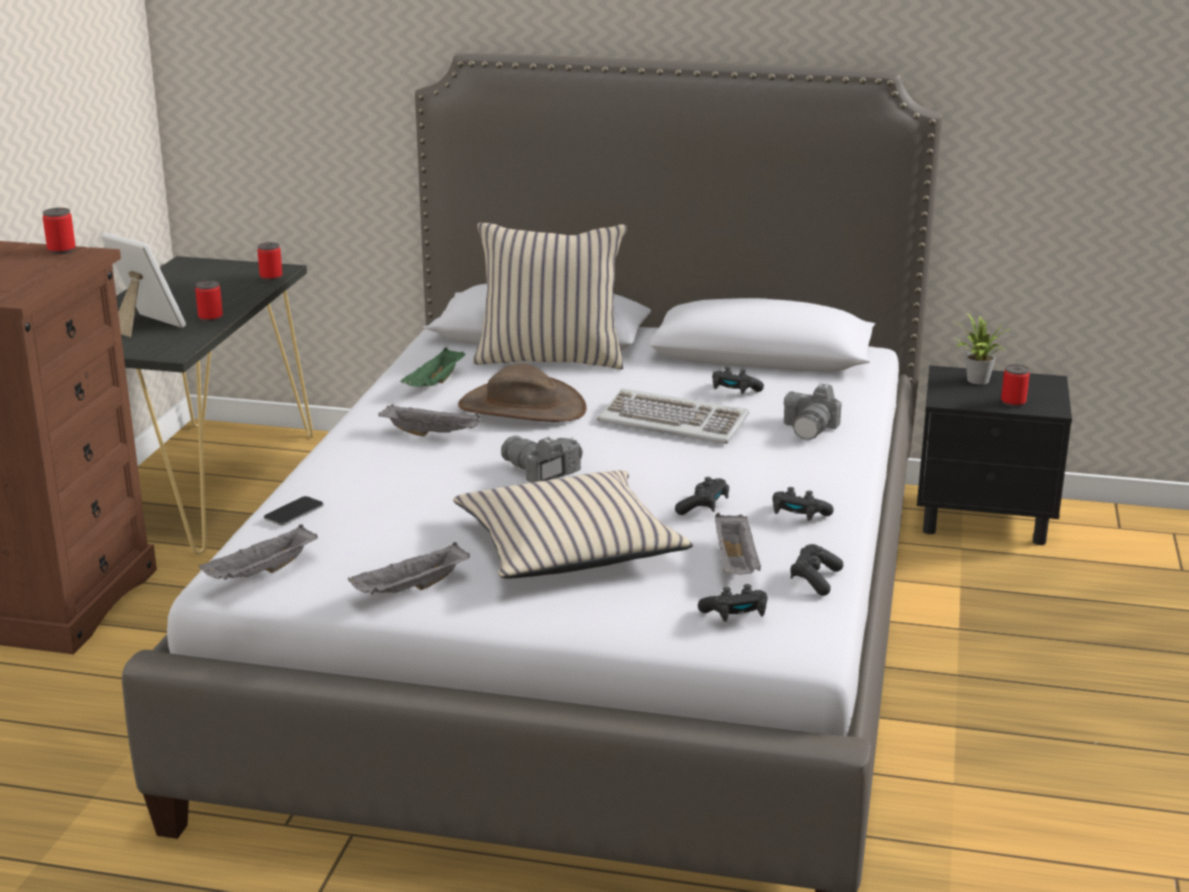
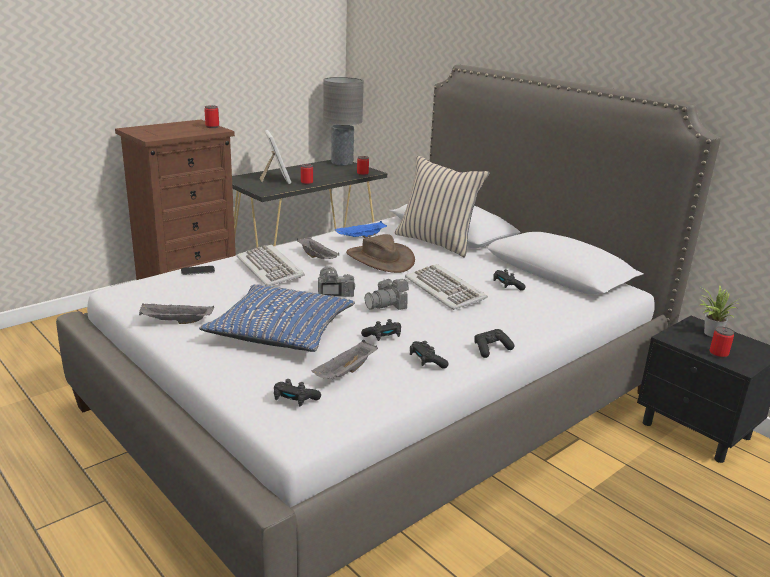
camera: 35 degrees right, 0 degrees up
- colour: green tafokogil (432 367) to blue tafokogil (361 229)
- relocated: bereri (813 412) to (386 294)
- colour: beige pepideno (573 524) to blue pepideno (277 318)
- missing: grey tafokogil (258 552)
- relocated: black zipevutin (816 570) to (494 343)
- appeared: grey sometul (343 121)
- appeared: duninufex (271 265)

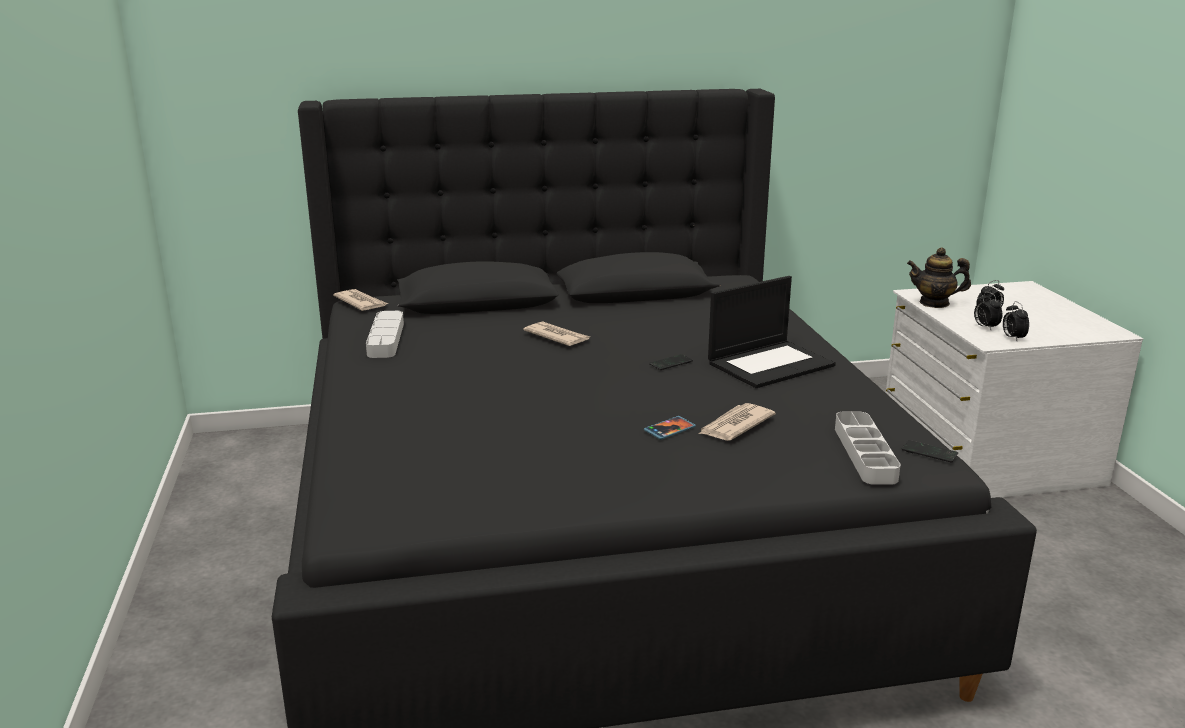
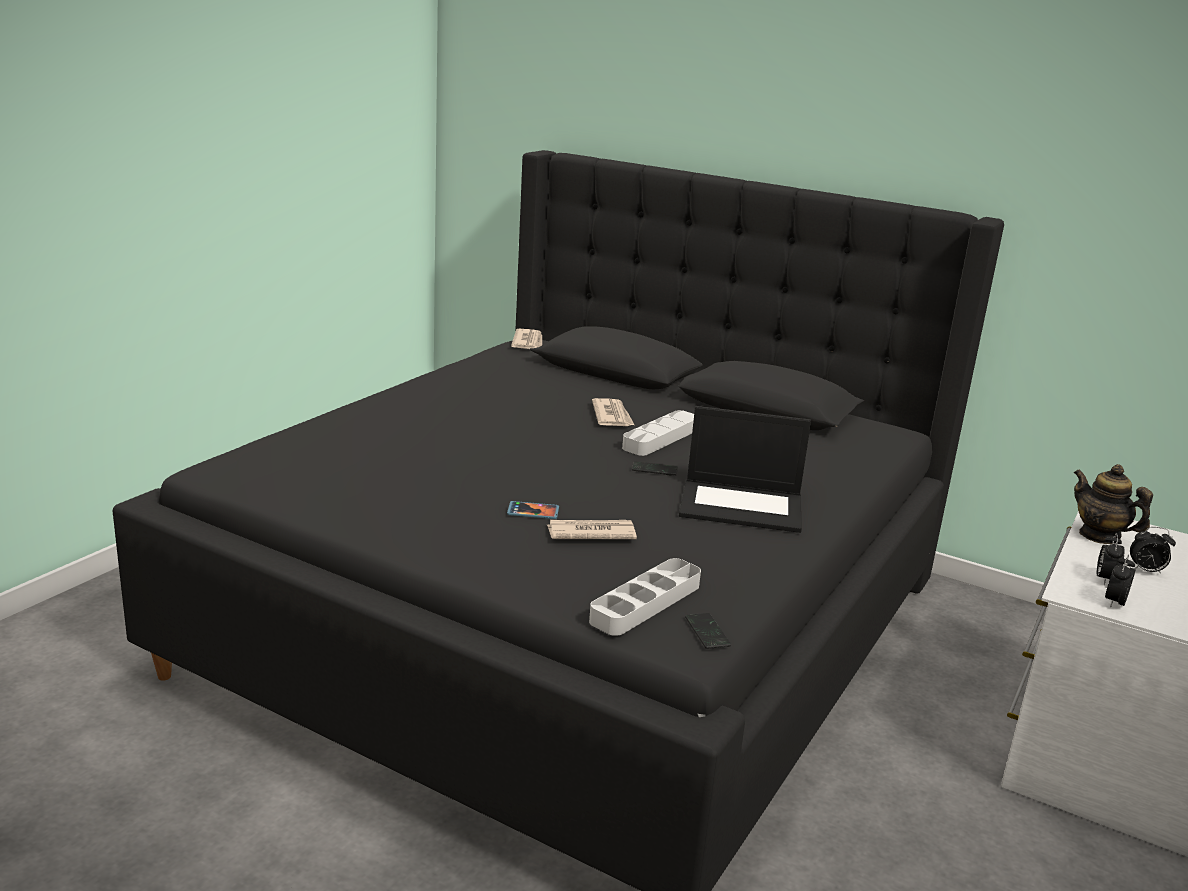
camera: 40 degrees right, 0 degrees up
- relocated: grey tafokogil (385 334) to (658 433)

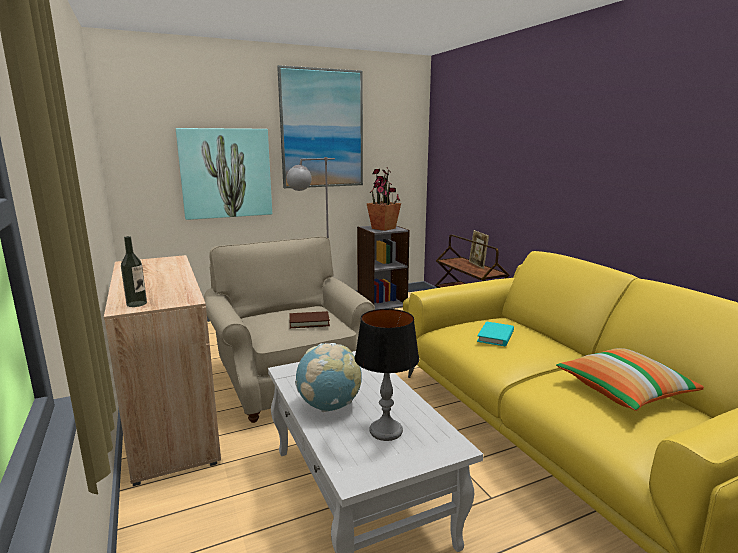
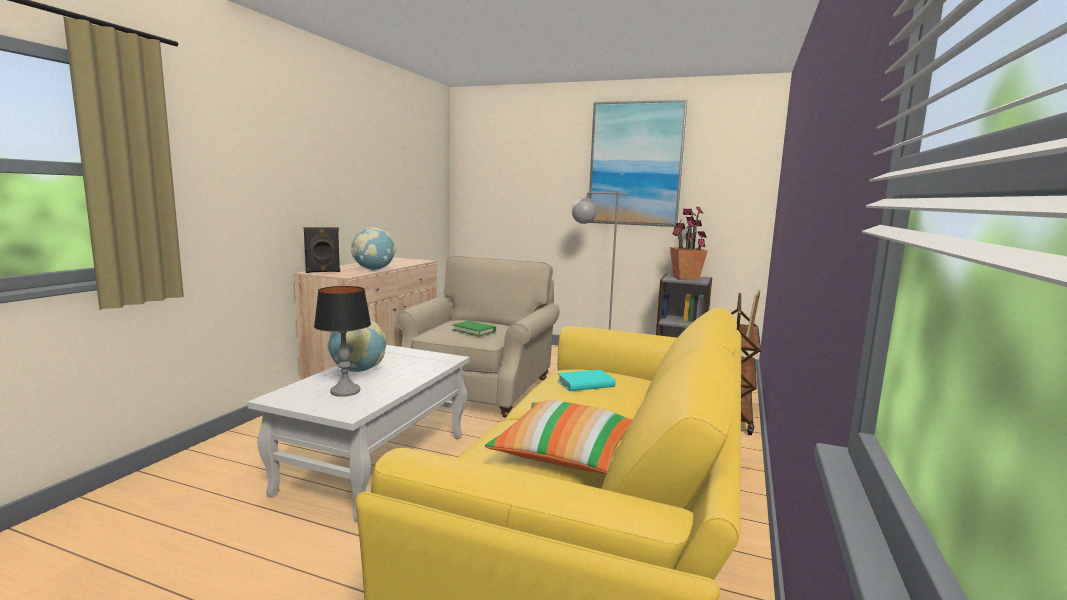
camera: 45 degrees right, 5 degrees down
- missing: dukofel (224 174)
- exchanged: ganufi (134 271) to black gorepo (321 250)
- colour: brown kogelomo (309 319) to green kogelomo (474 329)
- appeared: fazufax (373 248)

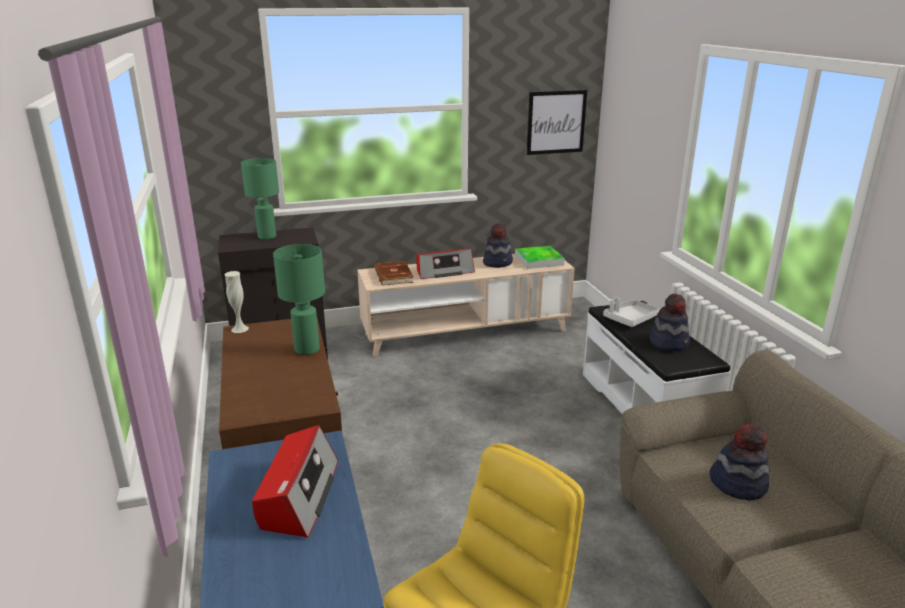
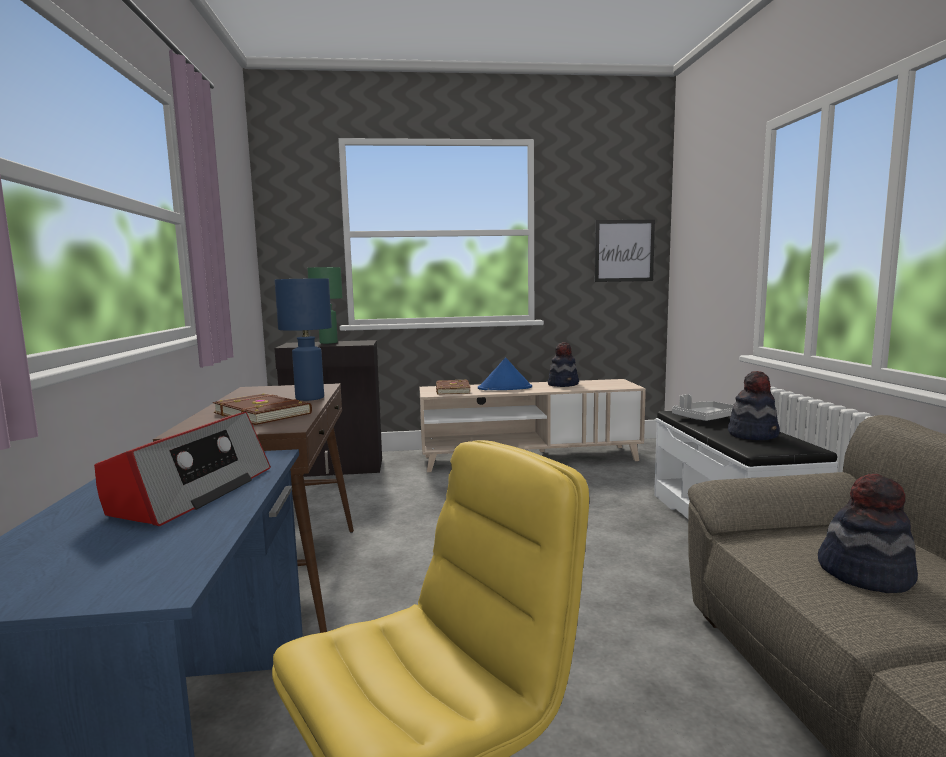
camera: 10 degrees right, 15 degrees down
- colour: green sometul (299 299) to blue sometul (303 339)
- missing: tafokogil (540 257)
- exchanged: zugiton (445 263) to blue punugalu (505 374)
- missing: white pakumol (236 302)
- appeared: brown kogelomo (262 409)

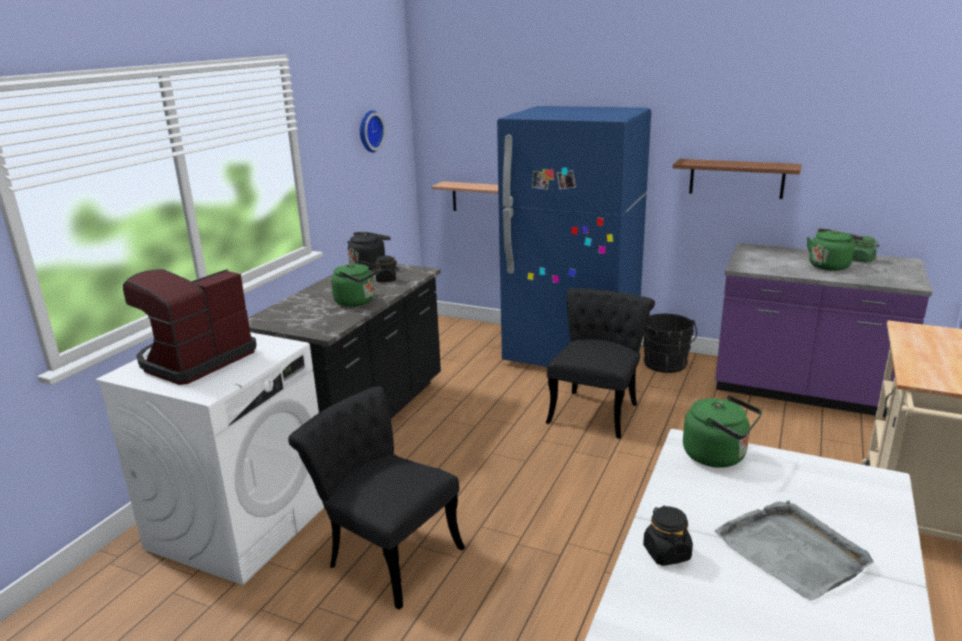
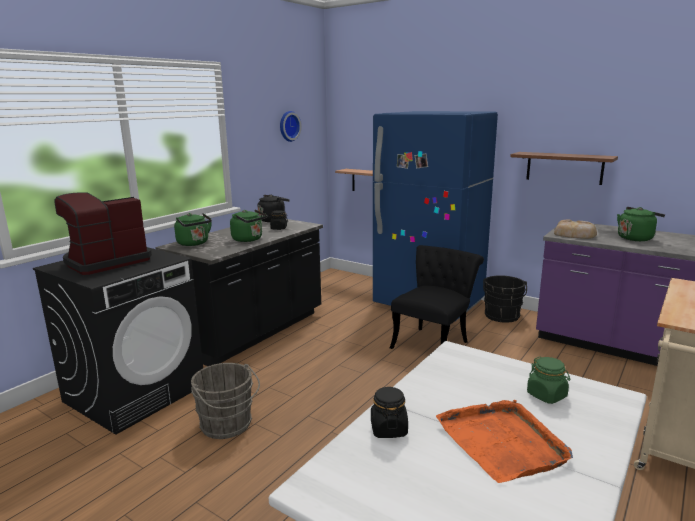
camera: 10 degrees right, 5 degrees down
- relocated: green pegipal (866 249) to (548 380)
- colour: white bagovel (209 458) to black bagovel (118 341)
- exchanged: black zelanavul (376 498) to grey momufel (225 401)
- relocated: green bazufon (722 431) to (193 229)
- colour: grey tafokogil (794 550) to orange tafokogil (504 441)
- appeared: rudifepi (575 229)

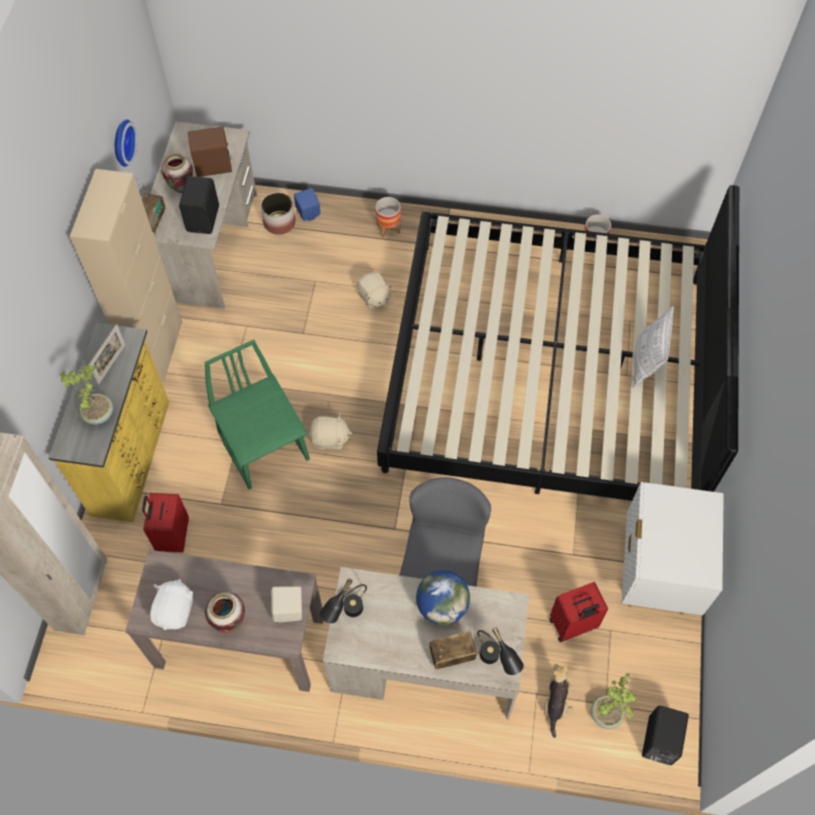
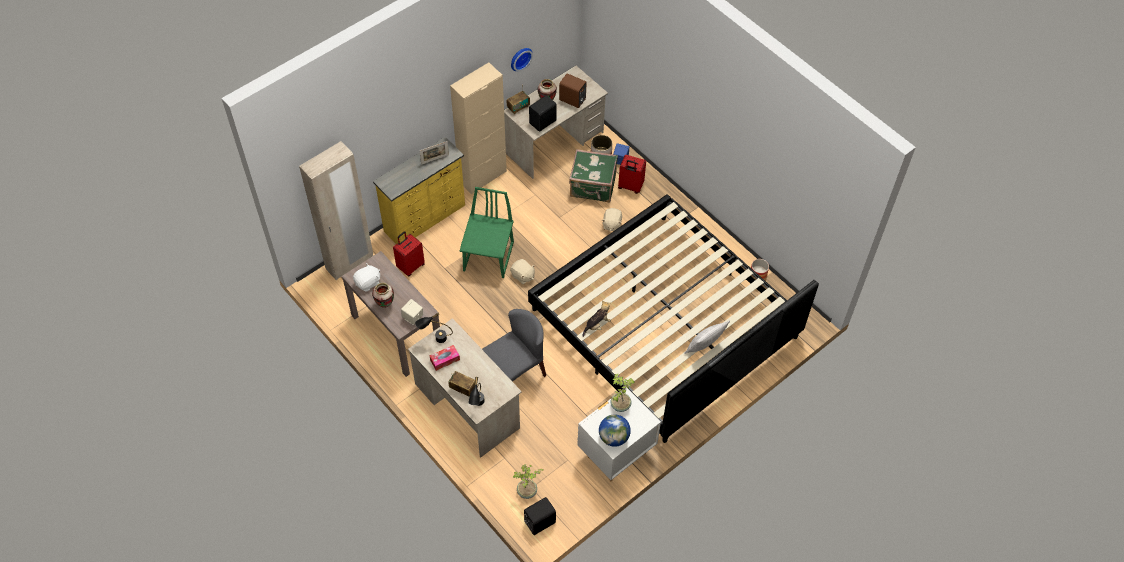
camera: 40 degrees right, 5 degrees down
- missing: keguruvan (388 217)
- relocated: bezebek (86 395) to (622 393)
- relocated: fazufax (443 597) to (615 430)
- relocated: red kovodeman (578 612) to (632 174)
- relocated: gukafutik (558 701) to (597 318)
- appeared: green kovodeman (593 175)
- appeared: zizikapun (444 358)

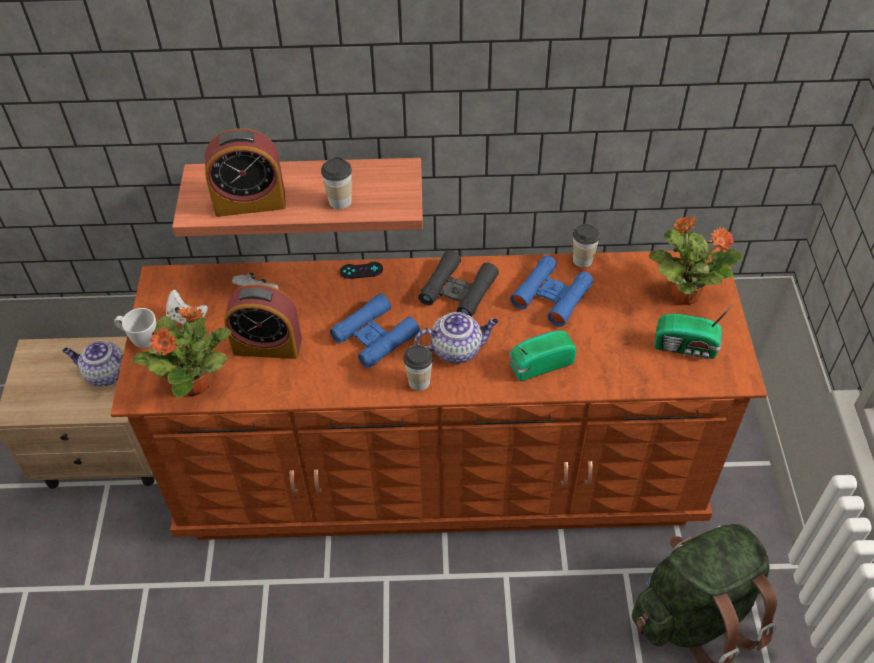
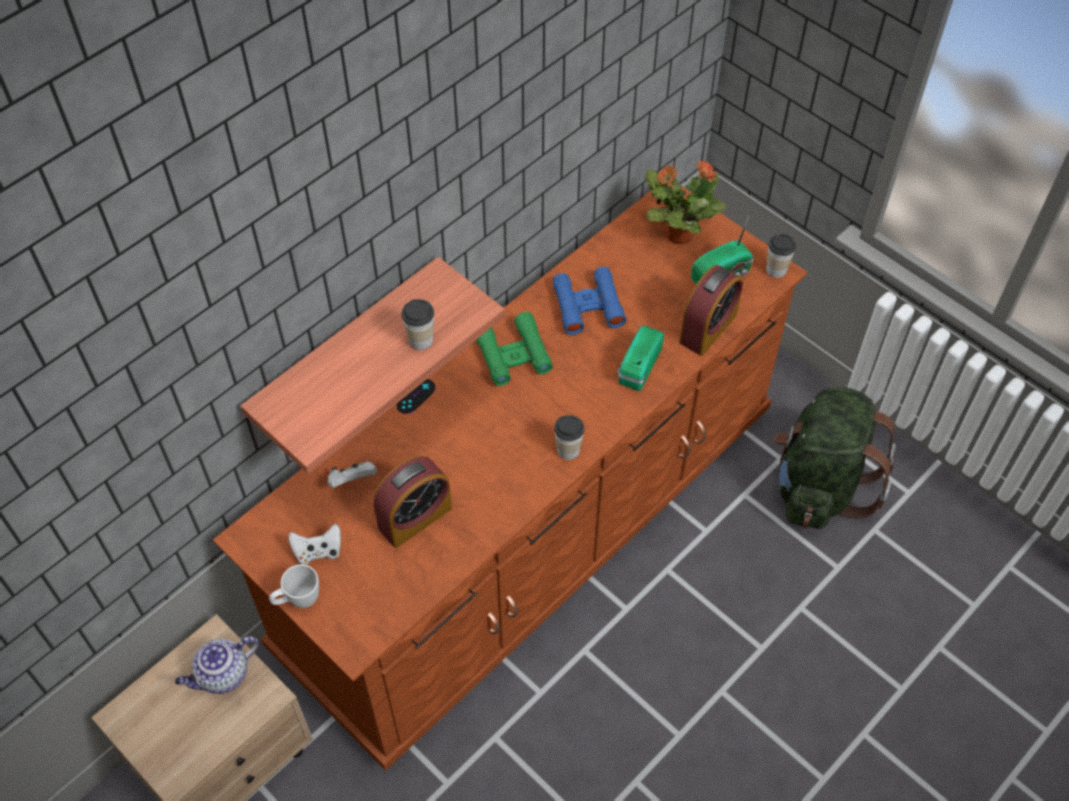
camera: 45 degrees left, 5 degrees up
- relocated: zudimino (245 172) to (711 310)
- relocated: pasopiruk (586 246) to (781 256)
- colour: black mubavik (458 283) to green mubavik (514 349)
- missing: blue mubavik (375 330)
- missing: bezebek (182 352)
- missing: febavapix (457 338)

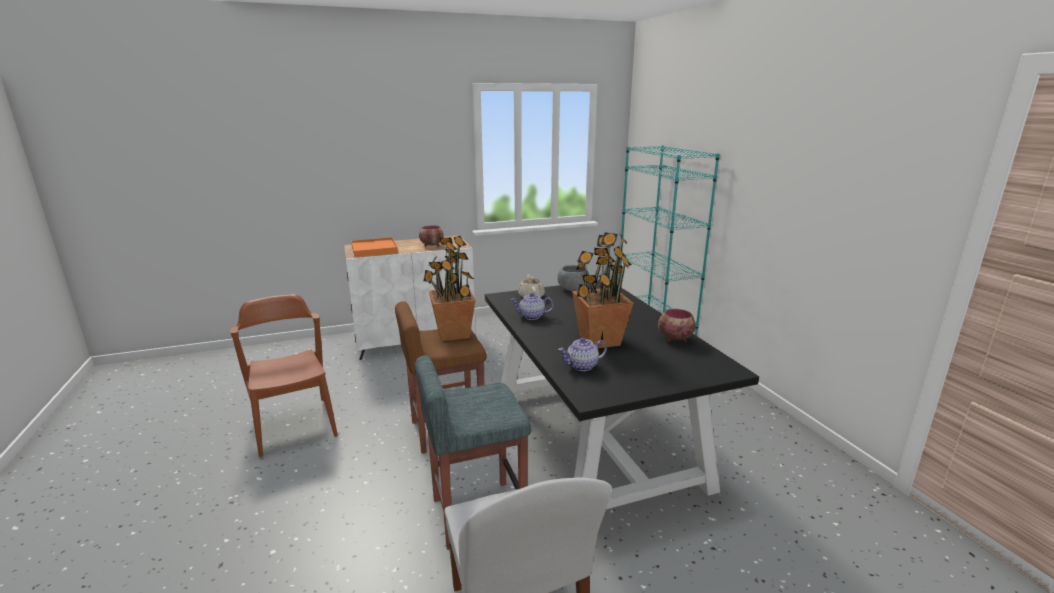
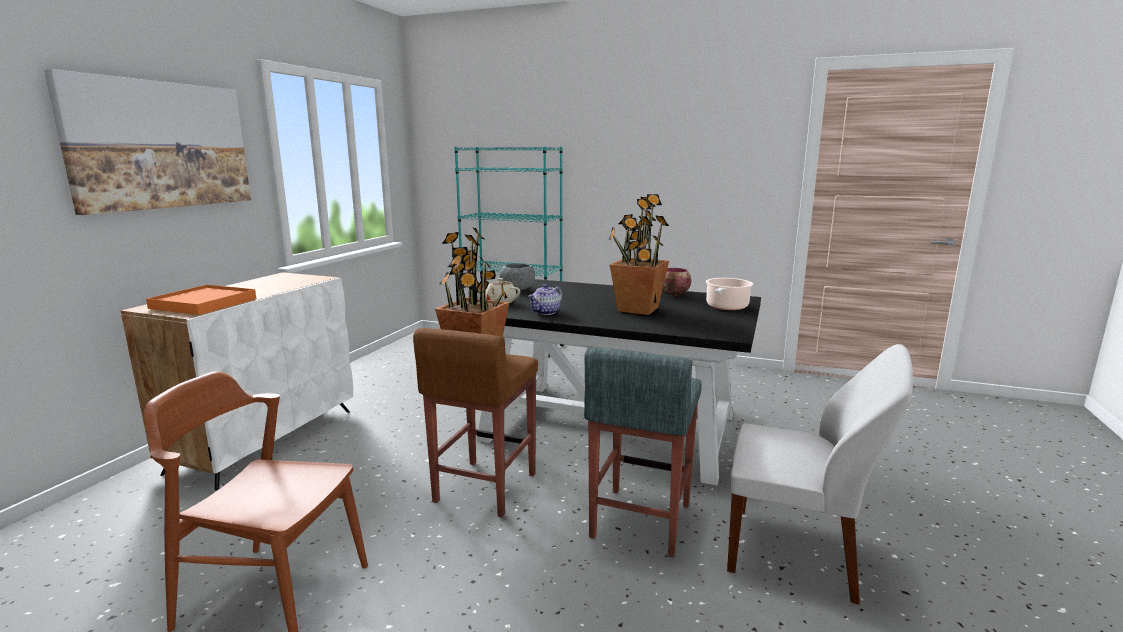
camera: 50 degrees left, 5 degrees down
- missing: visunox (431 235)
- missing: febavapix (582 354)
- appeared: dukofel (147 142)
- appeared: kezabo (729 294)

